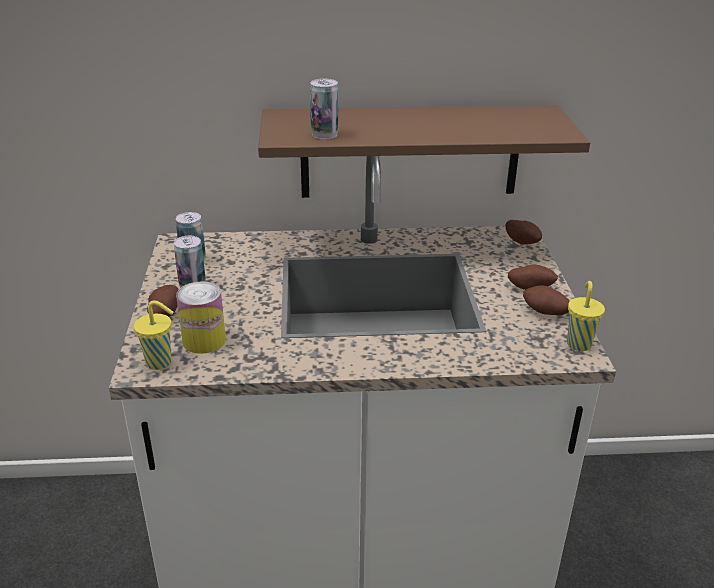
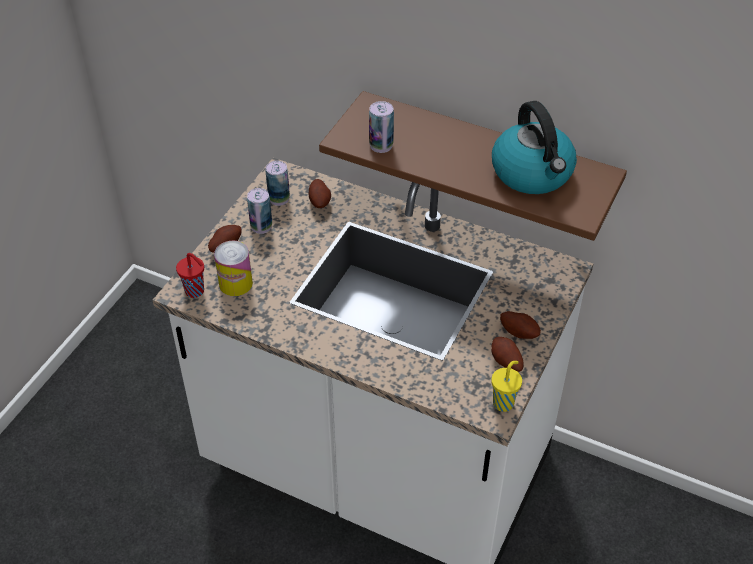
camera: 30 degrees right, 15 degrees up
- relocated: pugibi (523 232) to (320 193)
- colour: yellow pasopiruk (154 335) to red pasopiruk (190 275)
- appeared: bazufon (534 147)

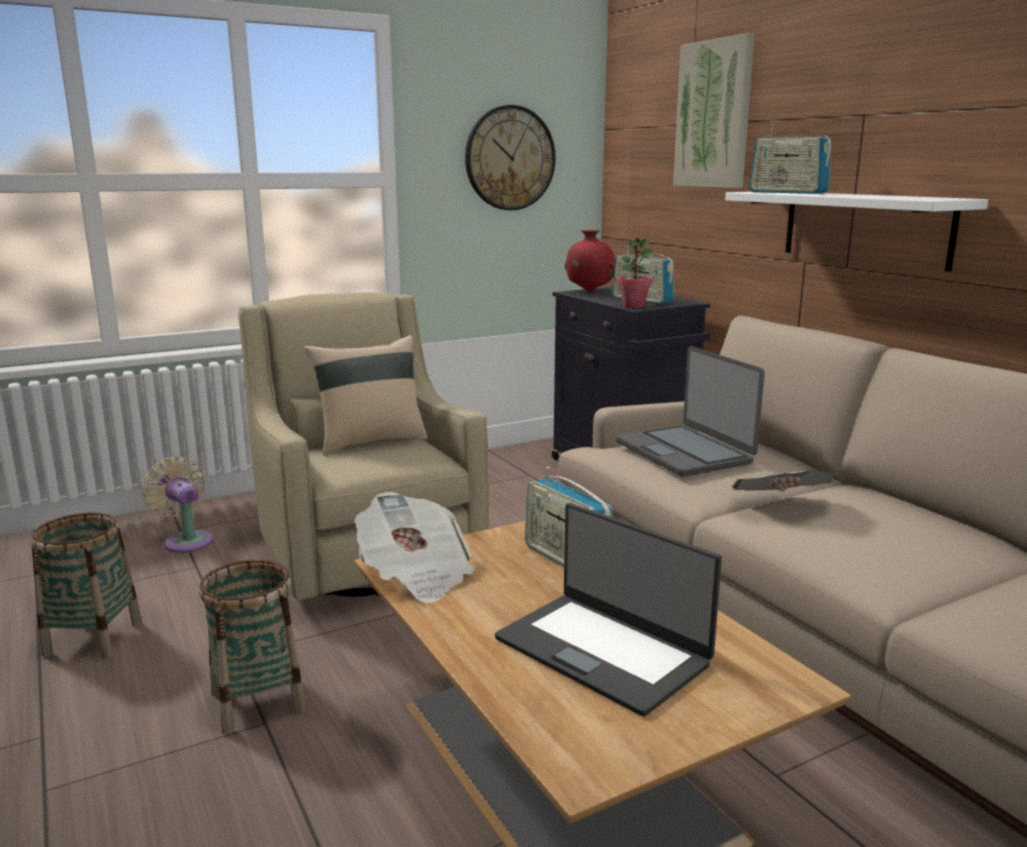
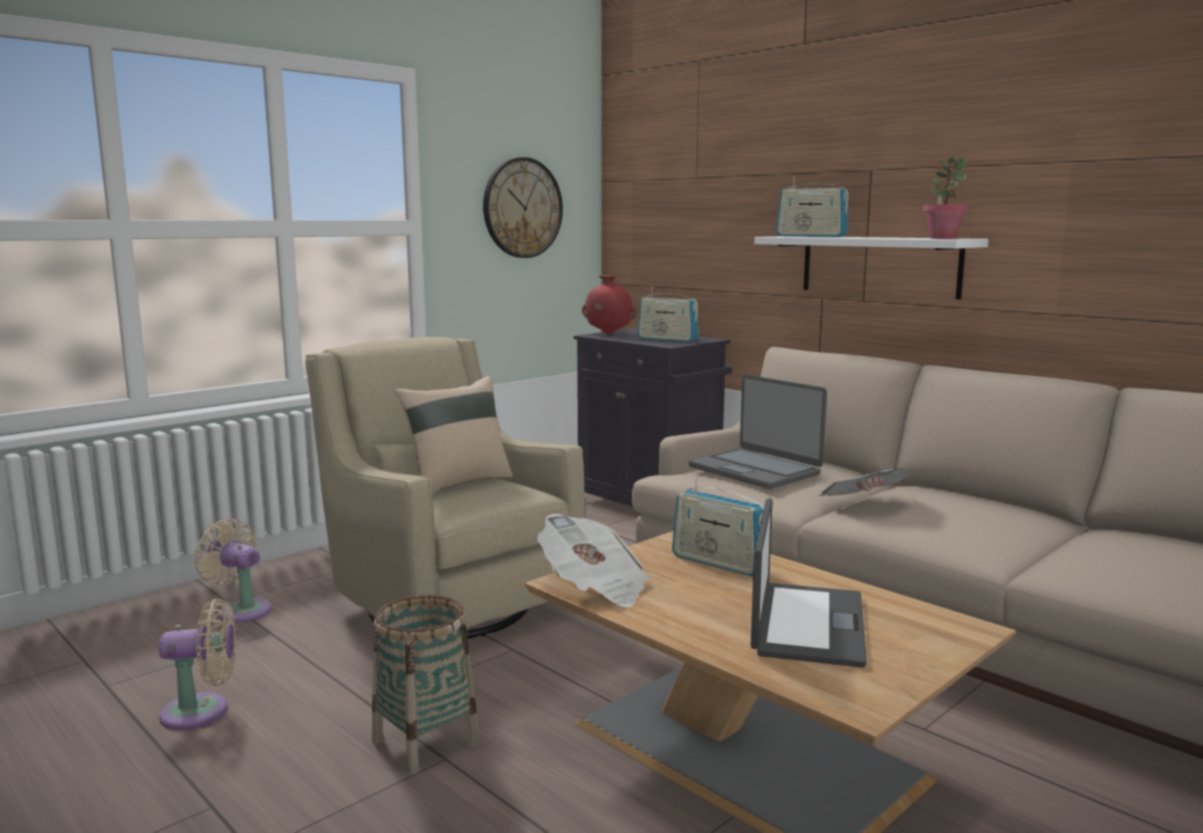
camera: 15 degrees left, 5 degrees down
- missing: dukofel (714 110)
- relocated: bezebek (635 273) to (945 198)
- spun: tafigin (608 609) = (809 583) 105 degrees counterclockwise
- exchanged: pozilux (87 585) to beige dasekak (197 664)

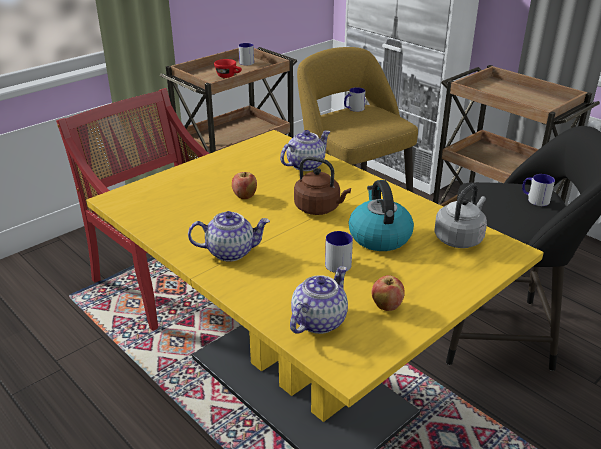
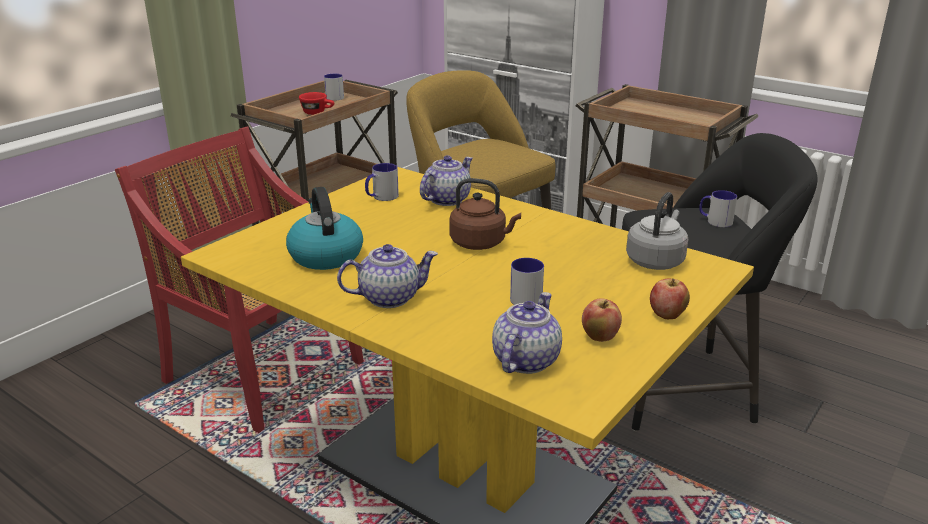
camera: 10 degrees left, 5 degrees down
- relocated: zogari (354 99) to (382 182)
- relocated: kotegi (244 185) to (670 298)
- relocated: bazufon (381 215) to (324 228)

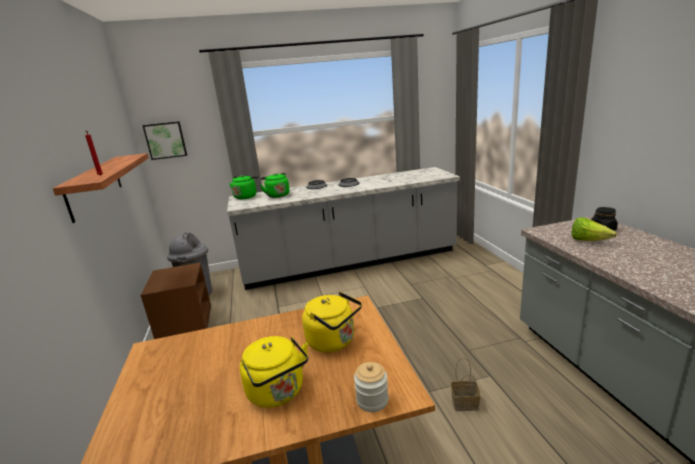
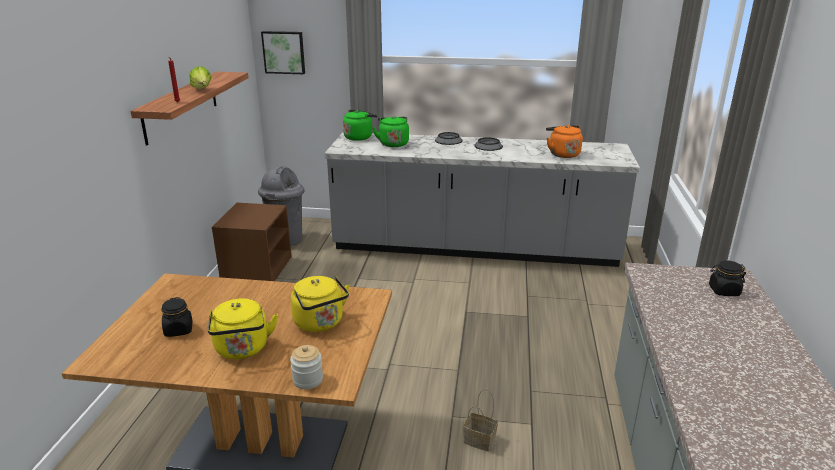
camera: 20 degrees right, 5 degrees up
- relocated: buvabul (594 229) to (200 77)
- appeared: orange bazufon (564 141)
- appeared: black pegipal (176 317)

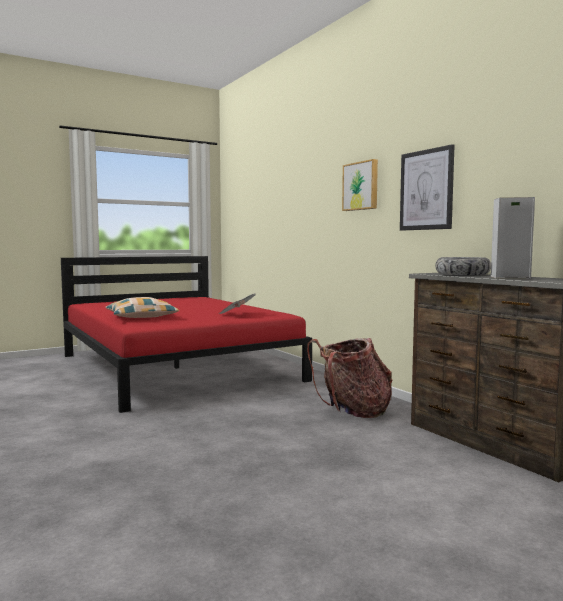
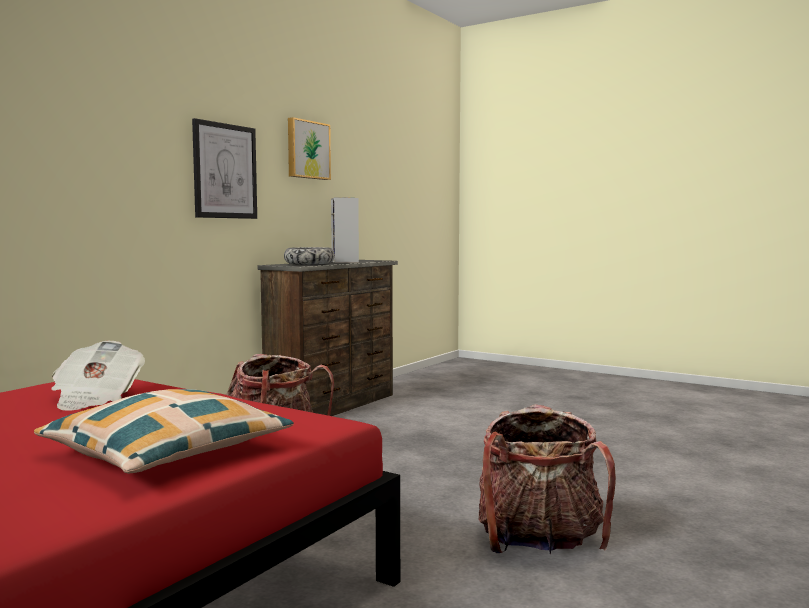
camera: 115 degrees left, 0 degrees up
- relocated: dukofel (360 185) to (309 148)
- appeared: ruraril (547 479)

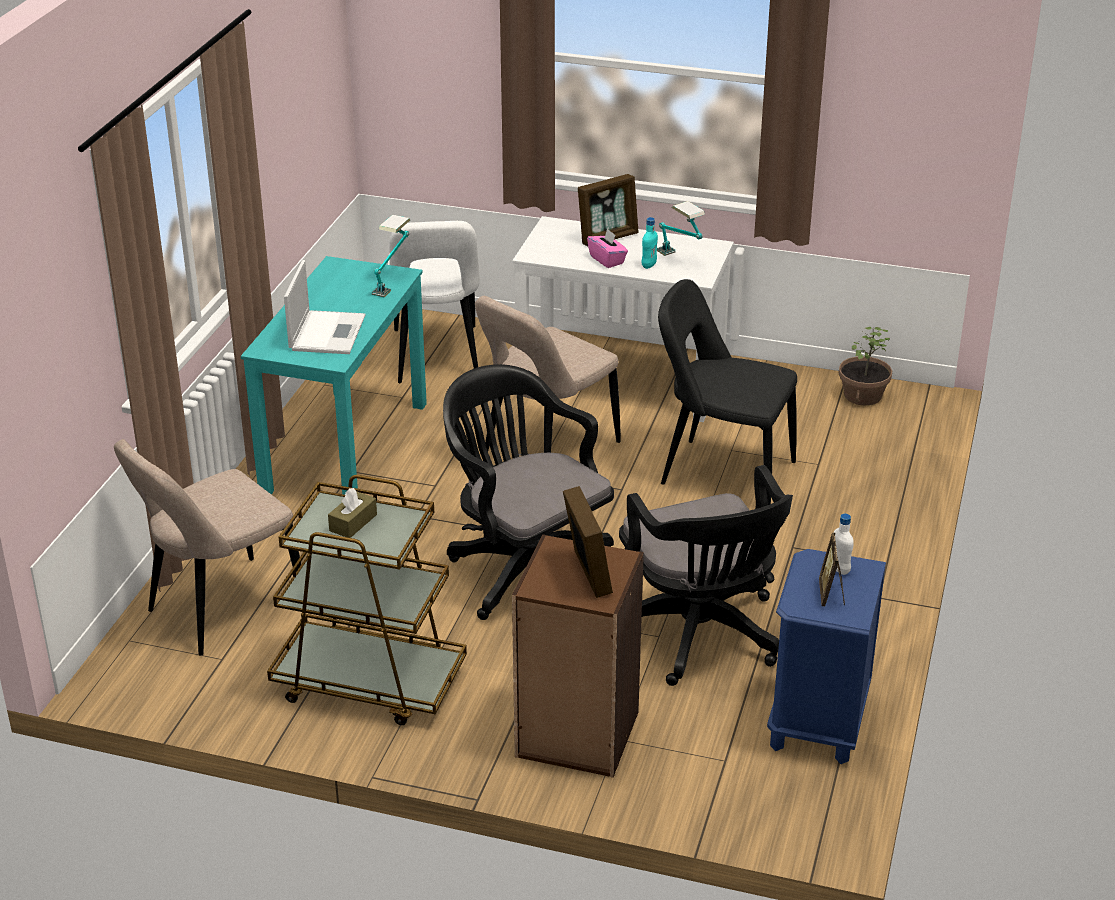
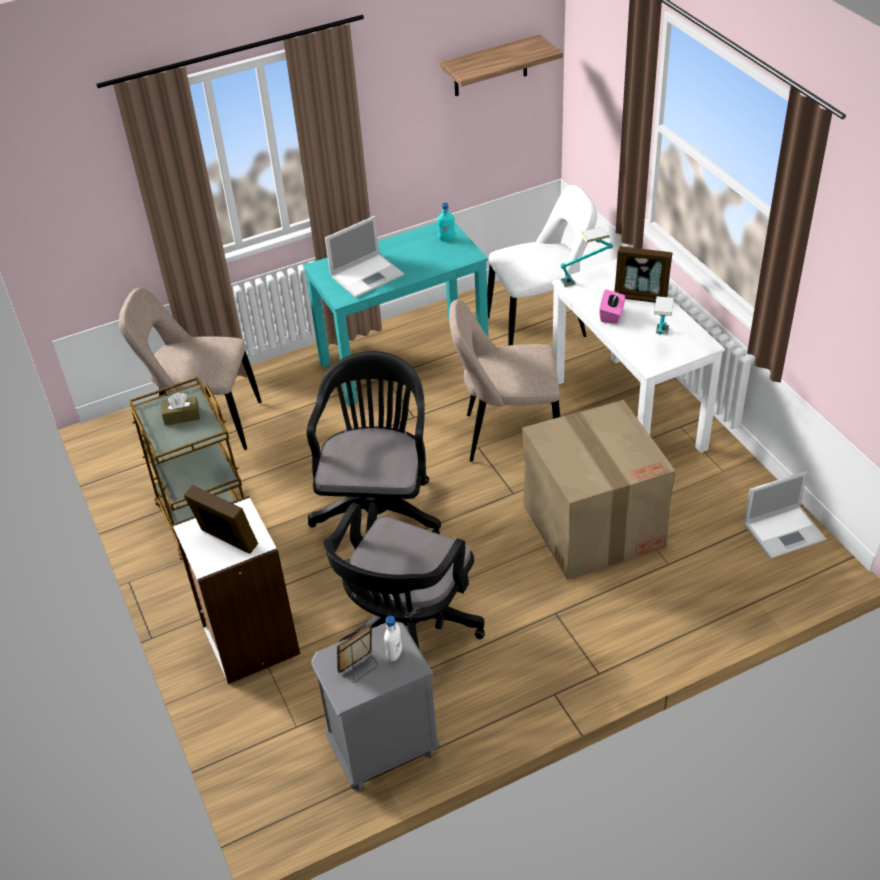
camera: 50 degrees right, 10 degrees up
- relocated: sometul (390 256) to (586 257)
- relocated: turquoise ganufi (650 243) to (446 221)
- spun: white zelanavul (434 302) = (542 265) 150 degrees counterclockwise
- exchanged: black zelanavul (727 392) to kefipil (599 490)
- exchanged: bezebek (865 366) to tafigin (785 515)
- spun: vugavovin (588 542) = (221 519) 90 degrees counterclockwise
- colour: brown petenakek (578 656) to white petenakek (236 590)
- colour: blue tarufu (826 656) to grey tarufu (375 706)
- appeared: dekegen (501 65)

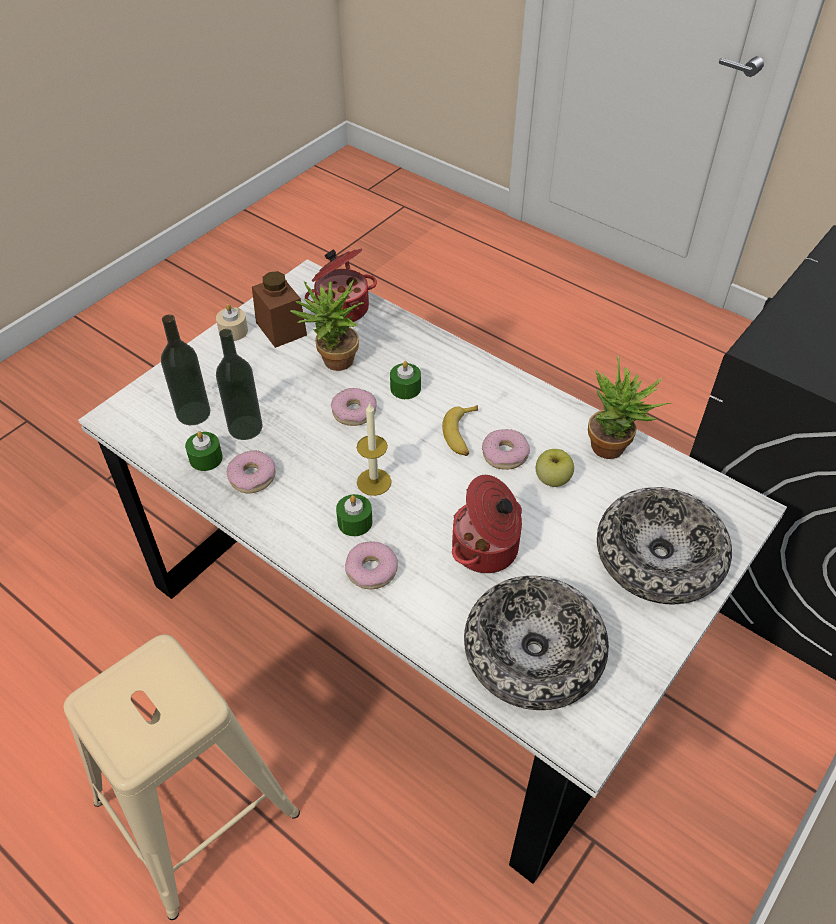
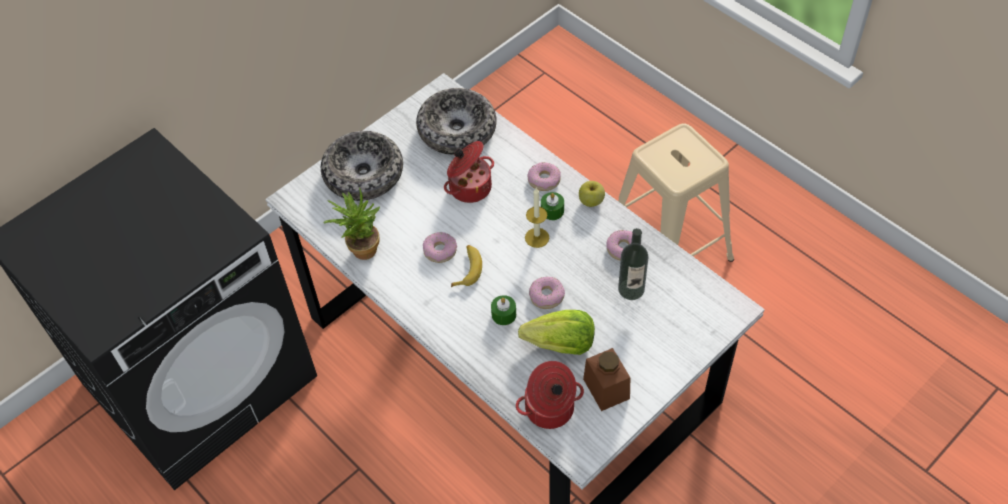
camera: 170 degrees left, 5 degrees up
- exchanged: bezebek (327 325) to buvabul (556 332)
- missing: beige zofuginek (232 322)
- missing: ganufi (185 369)
- missing: green zofuginek (204 451)
- relocated: kotegi (555 468) to (592 194)

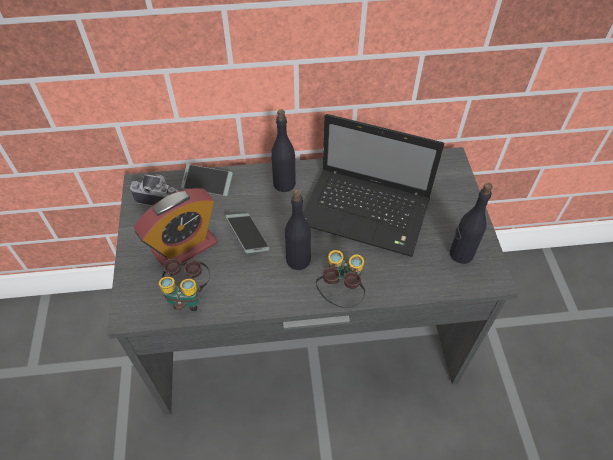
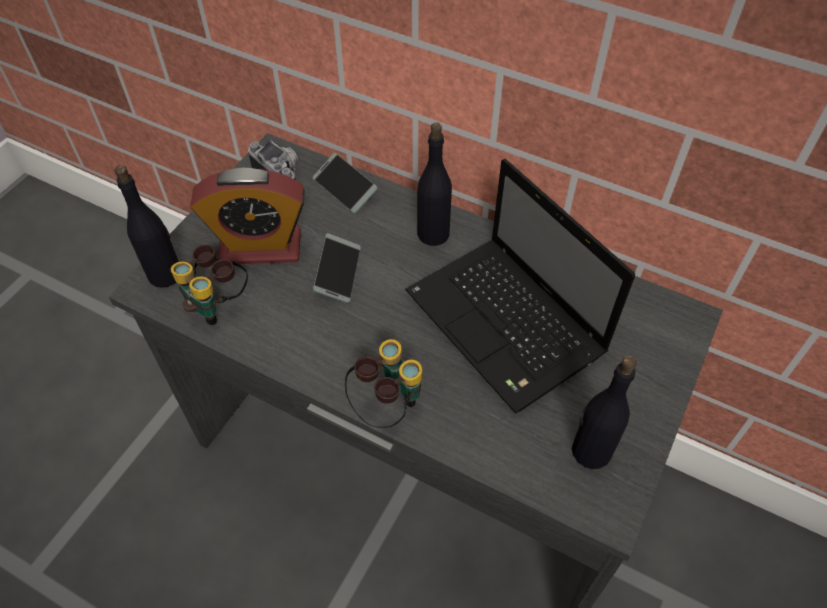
camera: 35 degrees right, 0 degrees up
- relocated: black ganufi (298 229) to (146 226)

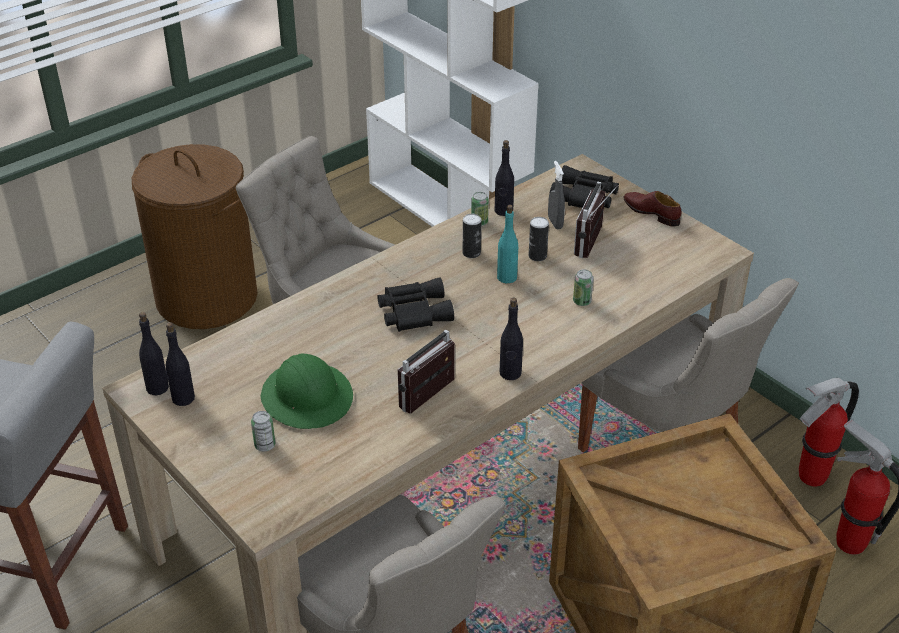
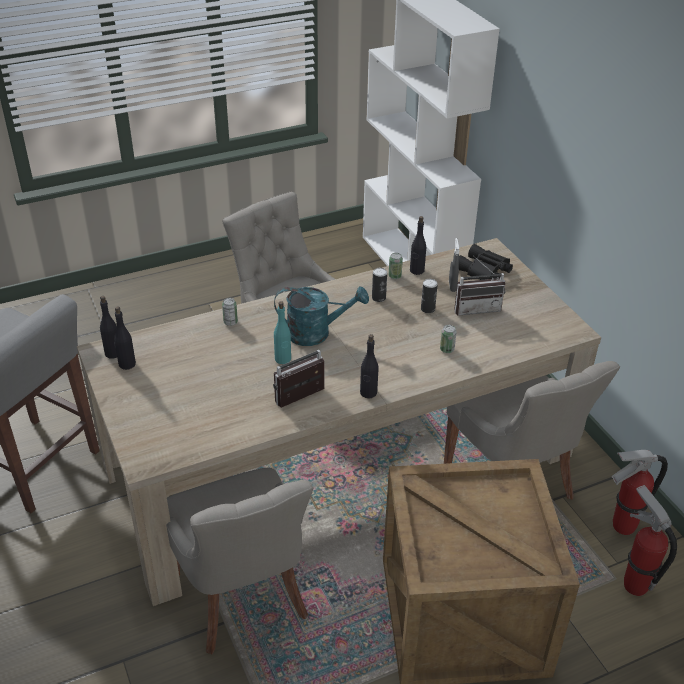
camera: 15 degrees right, 0 degrees up
- missing: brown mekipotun (195 236)
- spun: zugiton (596 219) = (480 286) 135 degrees counterclockwise
- missing: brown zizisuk (652 209)
- relocated: turquoise ganufi (507 244) to (282 332)
- exchanged: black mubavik (415 304) to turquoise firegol (321 316)
- missing: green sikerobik (307 391)
- relocated: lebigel (263 431) to (230 312)

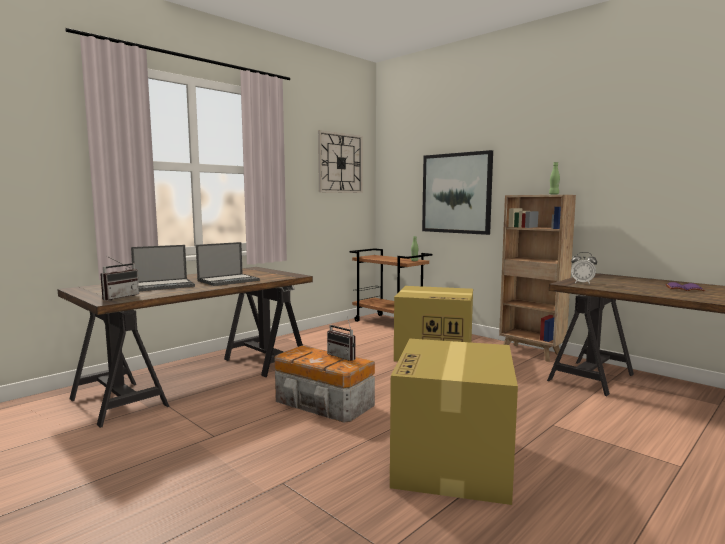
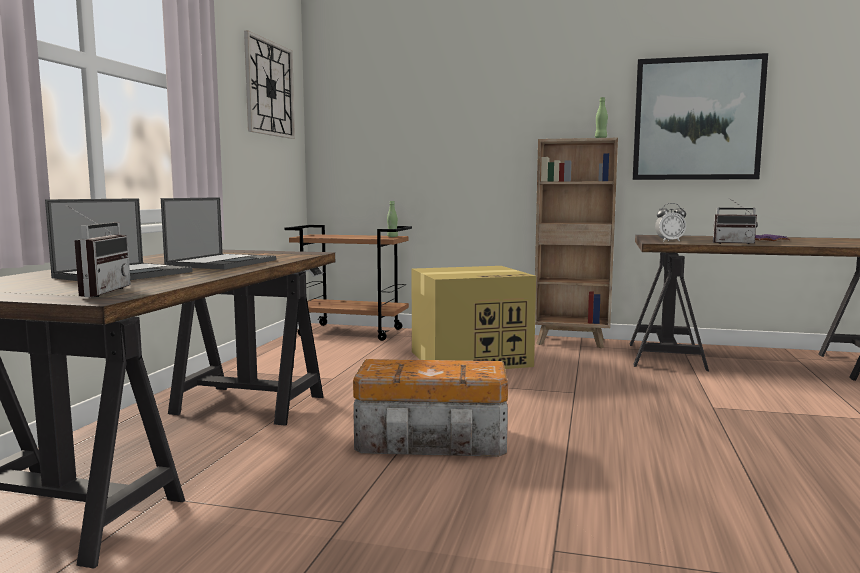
camera: 30 degrees left, 0 degrees up
- relocated: dukofel (457 192) to (700 116)
- relocated: zugiton (341 338) to (735 221)
- missing: kefipil (454 422)

